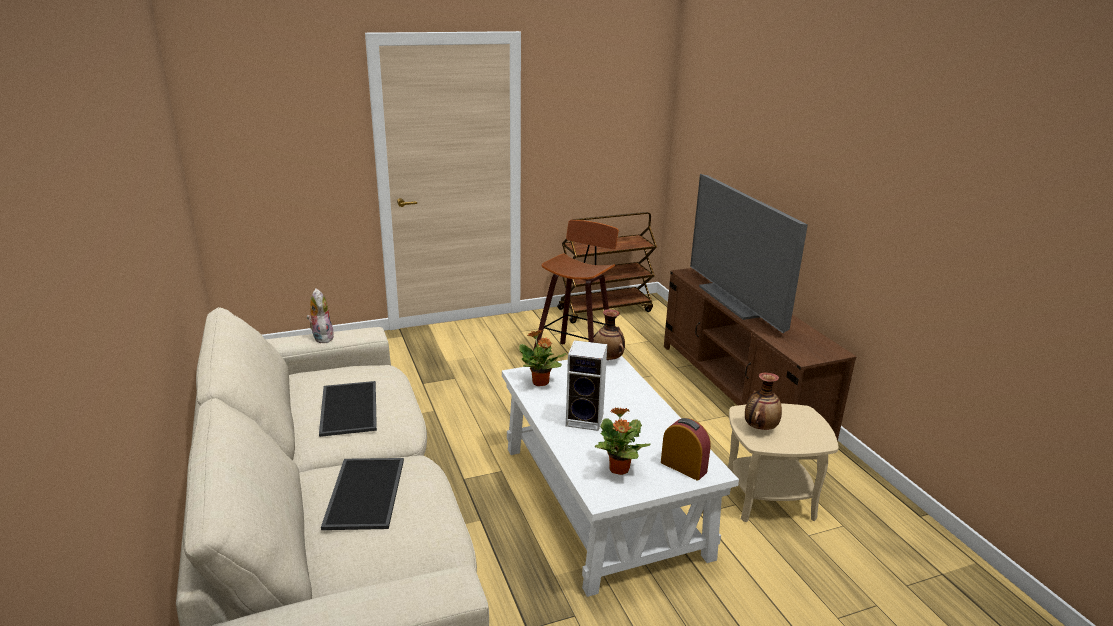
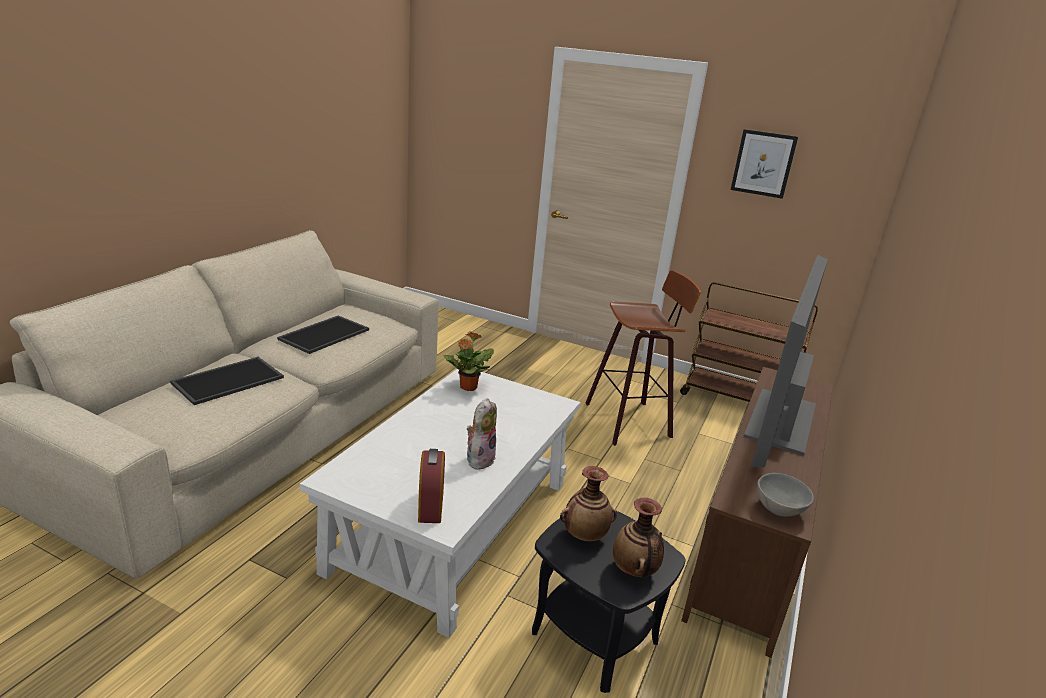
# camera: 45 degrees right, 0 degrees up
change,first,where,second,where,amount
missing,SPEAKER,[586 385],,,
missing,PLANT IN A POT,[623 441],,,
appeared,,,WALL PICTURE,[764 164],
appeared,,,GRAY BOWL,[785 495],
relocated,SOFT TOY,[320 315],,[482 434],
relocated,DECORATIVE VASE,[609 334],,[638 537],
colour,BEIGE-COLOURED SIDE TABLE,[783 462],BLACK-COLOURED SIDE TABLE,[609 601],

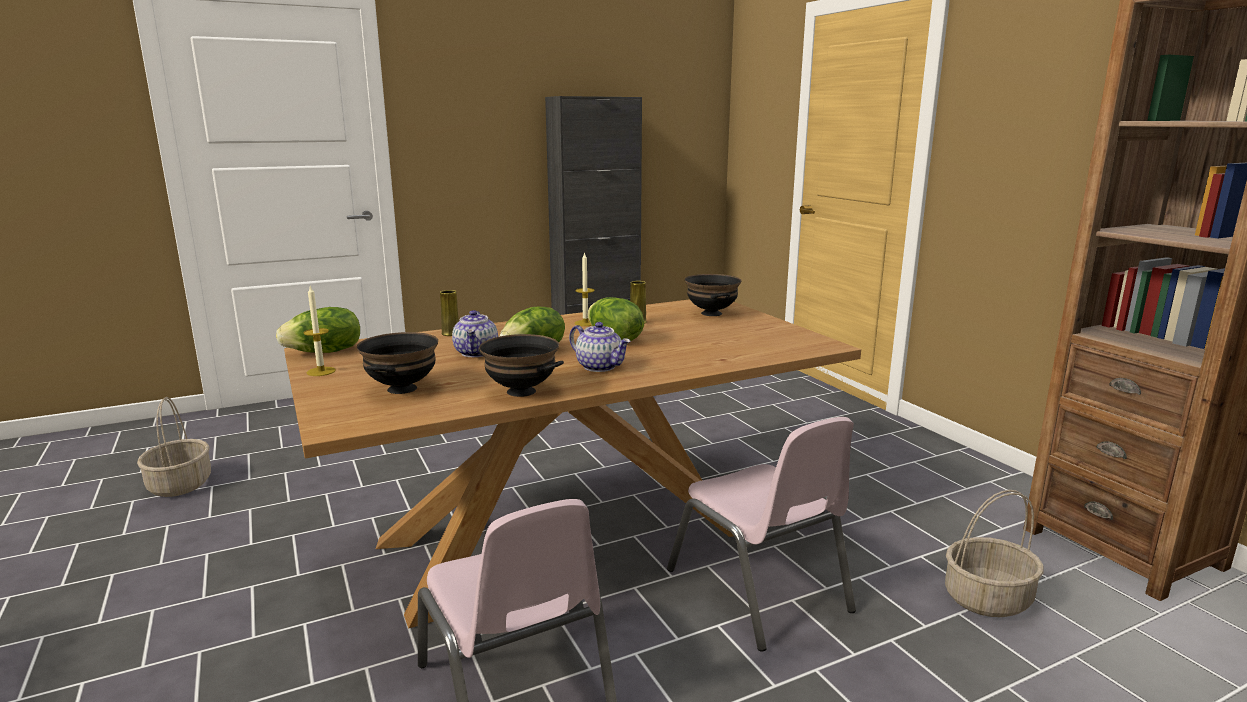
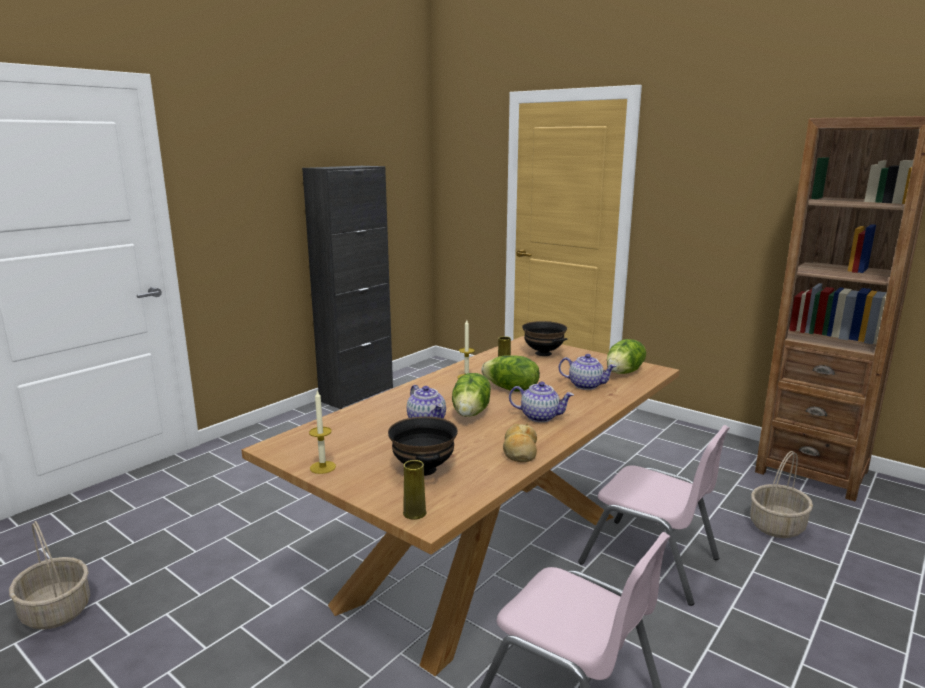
# camera: 25 degrees left, 0 degrees up
change,first,where,second,where,amount
appeared,,,TEA POT,[587 372],
relocated,LETTUCE,[318 330],,[626 356],
relocated,YELLOW DECORATIVE VASE,[449 313],,[414 490],
exchanged,BLACK-COLOURED BOWL,[521 365],BREAD,[520 442],

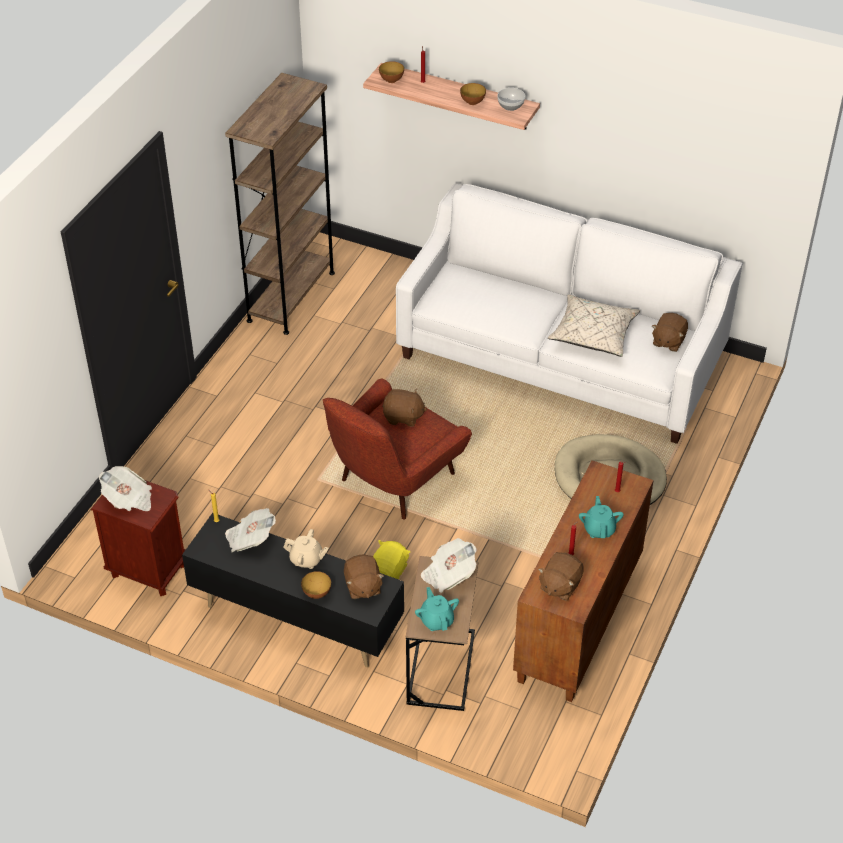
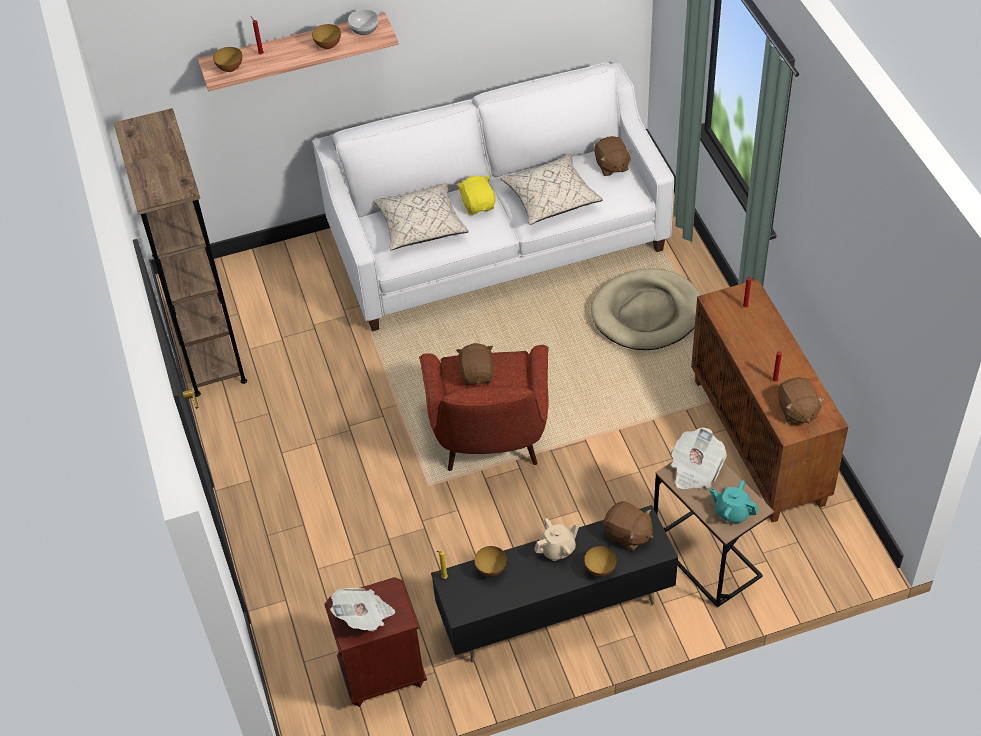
# camera: 40 degrees left, 5 degrees up
change,first,where,second,where,amount
missing,TURQUOISE TEA POT,[601 517],,,
appeared,,,BEIGE-COLOURED CUSHION,[421 216],
relocated,YELLOW SOFT TOY,[391 560],,[476 195],
exchanged,NEWSPAPER,[250 530],BOWL,[490 561],
spun,BROWN-COLOURED SOFT TOY,[404 408],,[475 364],60 degrees counterclockwise

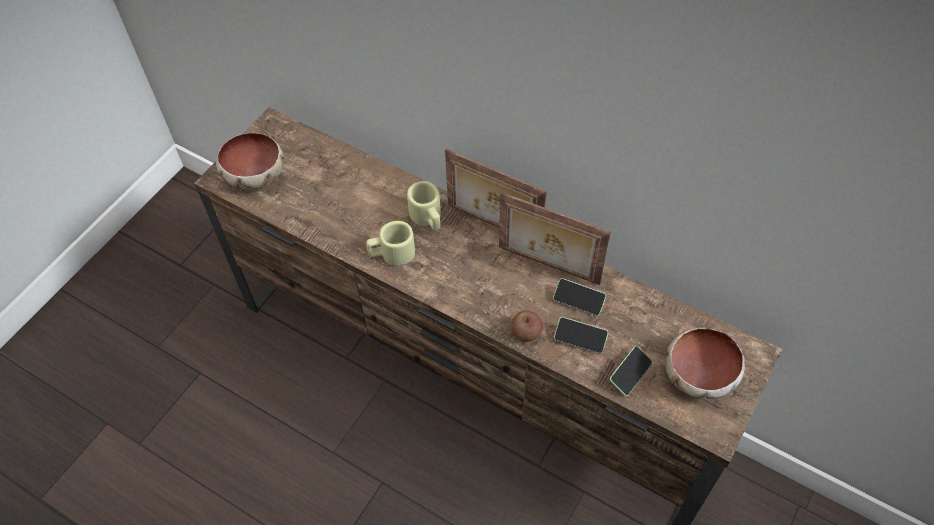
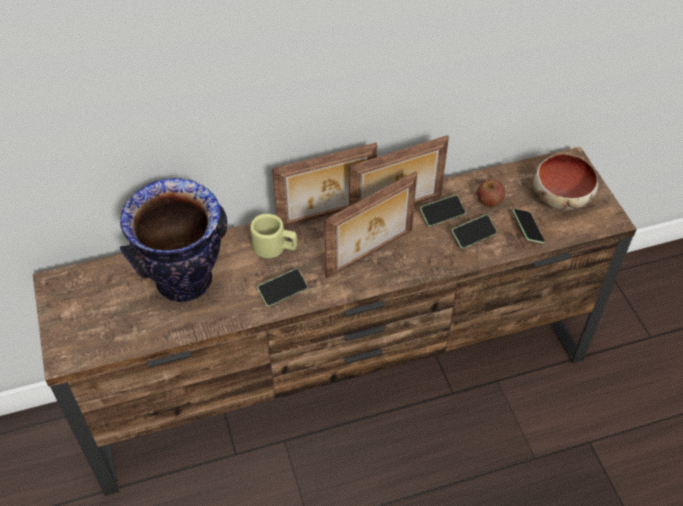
# camera: 50 degrees left, 5 degrees down
change,first,where,second,where,amount
missing,BOWL,[250 161],,,
appeared,,,DECORATIVE VASE,[173 240],
appeared,,,PHOTO FRAME,[370 224],
relocated,APPLE FRUIT,[527 326],,[491 193],
exchanged,BEIGE-COLOURED MUG,[390 243],TELEPHONE,[282 287],

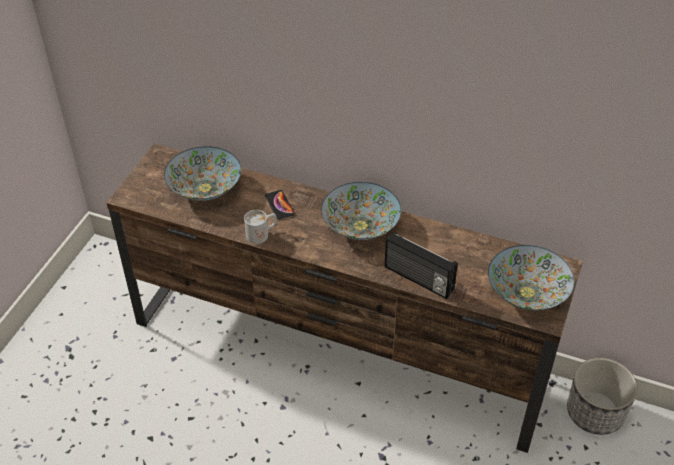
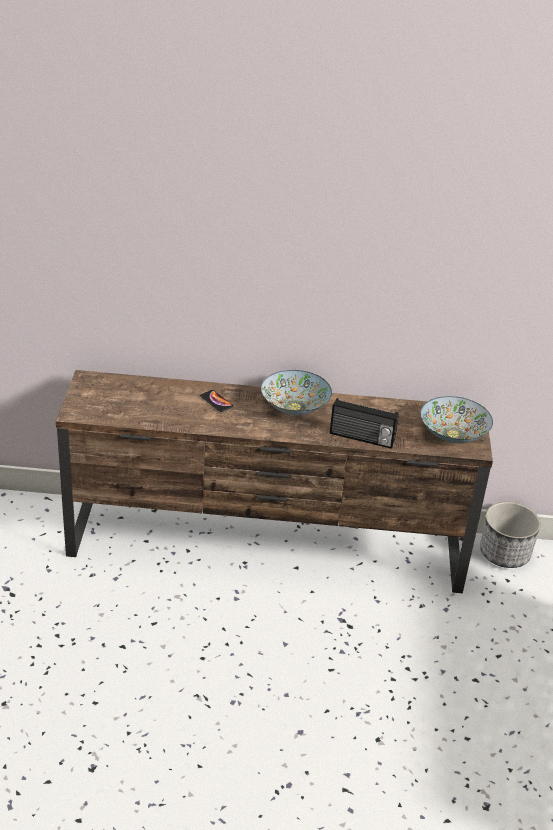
# camera: 20 degrees left, 10 degrees down
change,first,where,second,where,amount
missing,BOWL,[202 173],,,
missing,WHITISH MUG,[260 227],,,

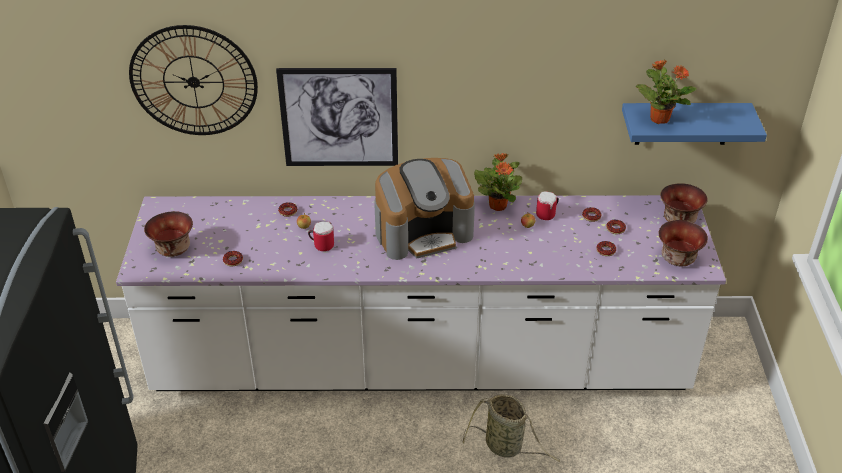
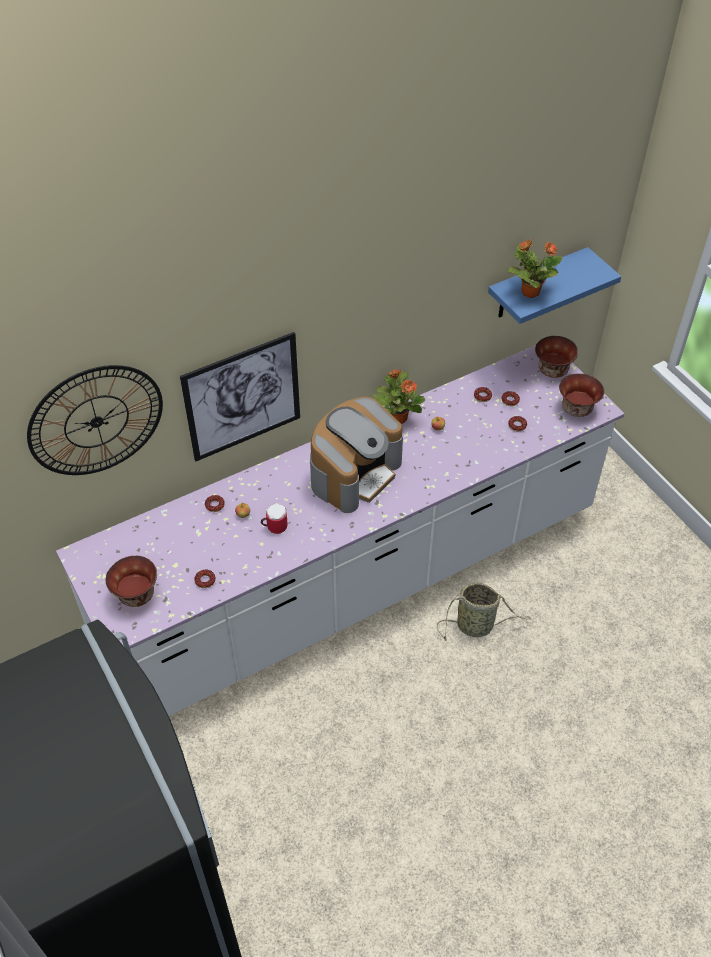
# camera: 30 degrees left, 10 degrees up
change,first,where,second,where,amount
missing,MUG,[547 205],,,

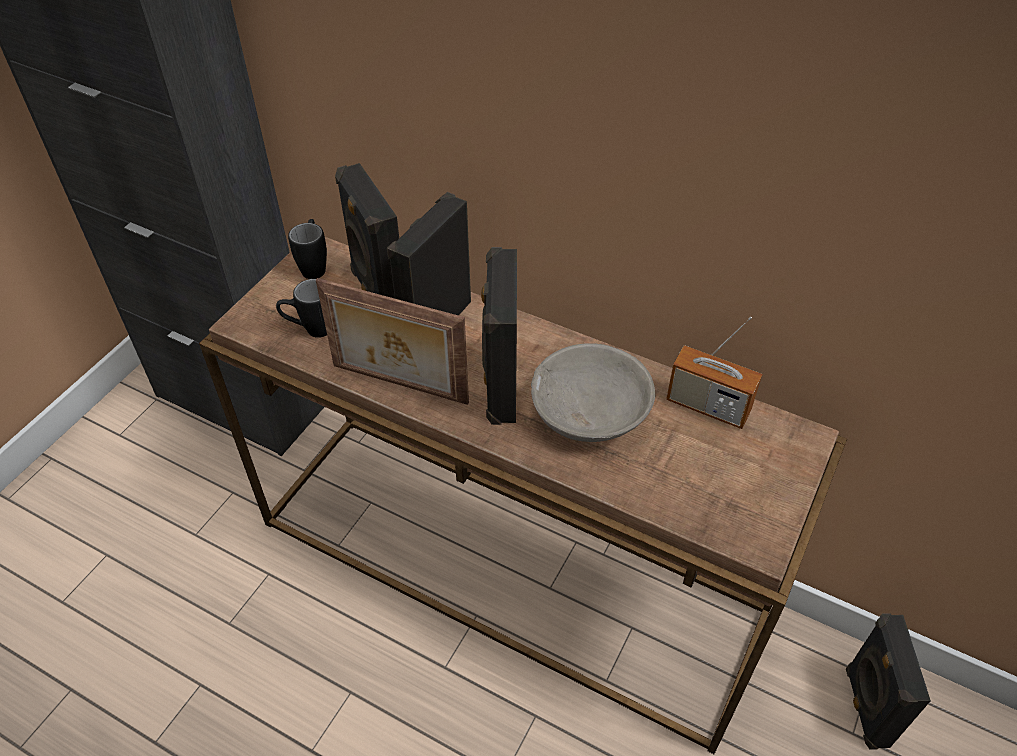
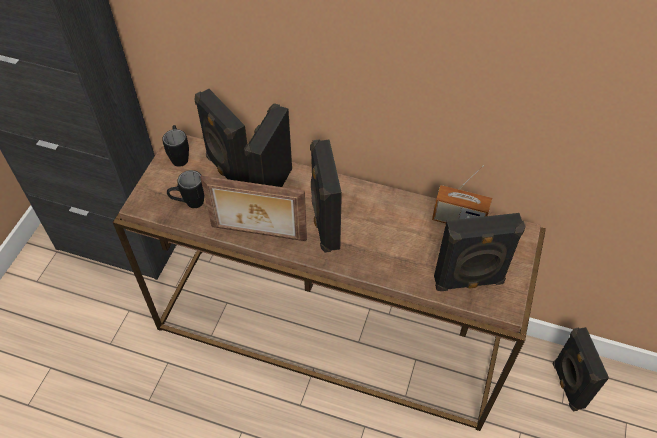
# camera: 10 degrees left, 5 degrees up
change,first,where,second,where,amount
missing,GRAY BOWL,[593 392],,,
appeared,,,BLACK-COLOURED SPEAKER,[480 252],

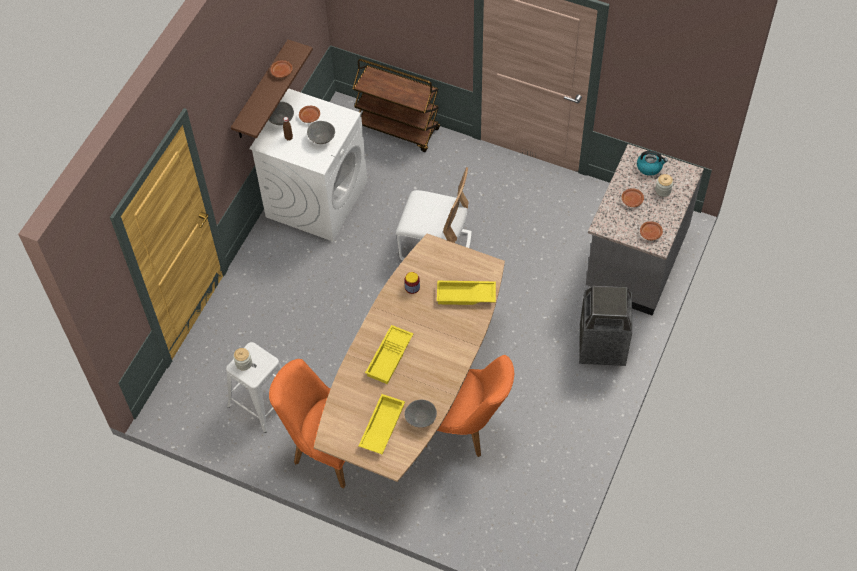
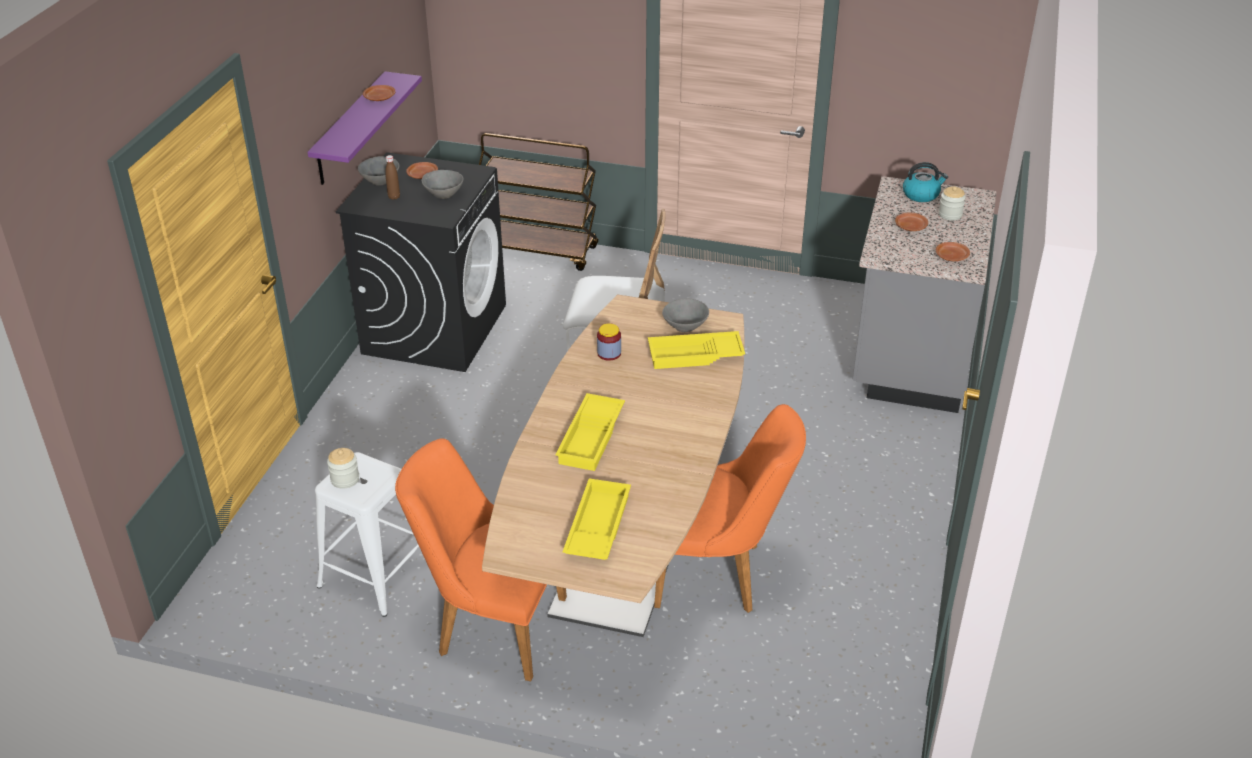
# camera: 10 degrees left, 20 degrees down
change,first,where,second,where,amount
missing,RUBBISH BIN,[605 326],,,
relocated,GRAY BOWL,[420 414],,[685 315],
colour,BROWN-COLOURED WALL SHELF,[272 89],PURPLE-COLOURED WALL SHELF,[364 128],
colour,WHITISH LAUNDRY MACHINE,[308 164],BLACK-COLOURED LAUNDRY MACHINE,[420 262],

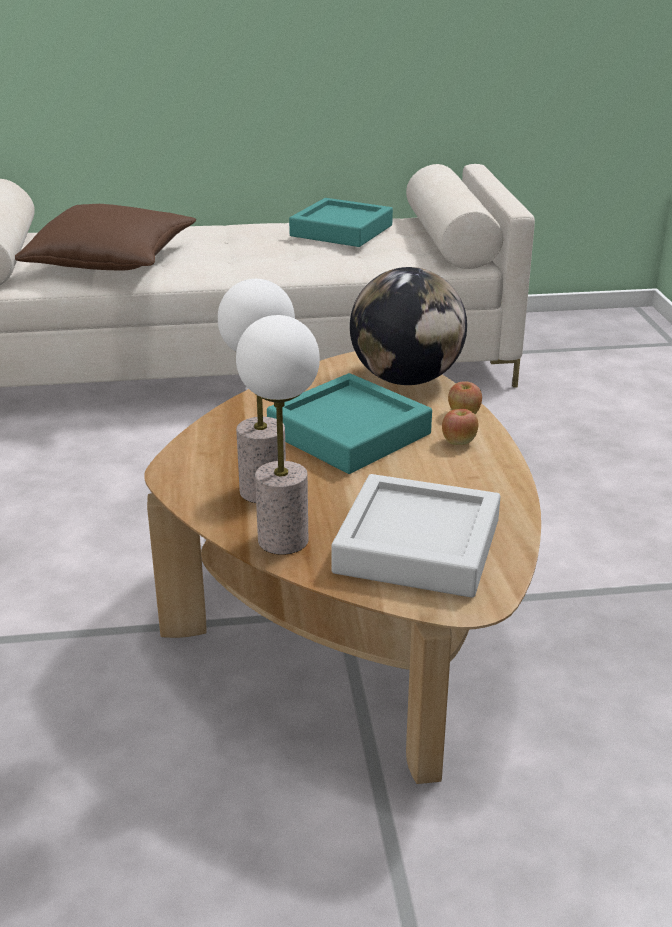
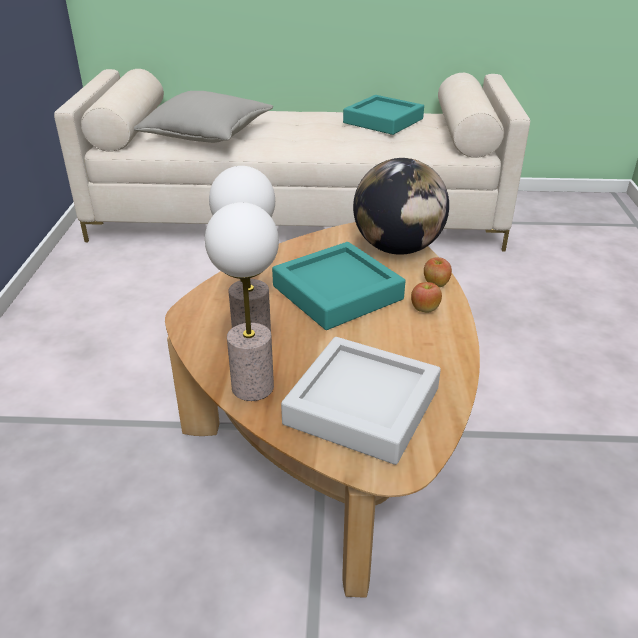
# camera: 10 degrees right, 5 degrees up
change,first,where,second,where,amount
colour,BROWN-COLOURED CUSHION,[105 237],GRAY CUSHION,[203 117],

